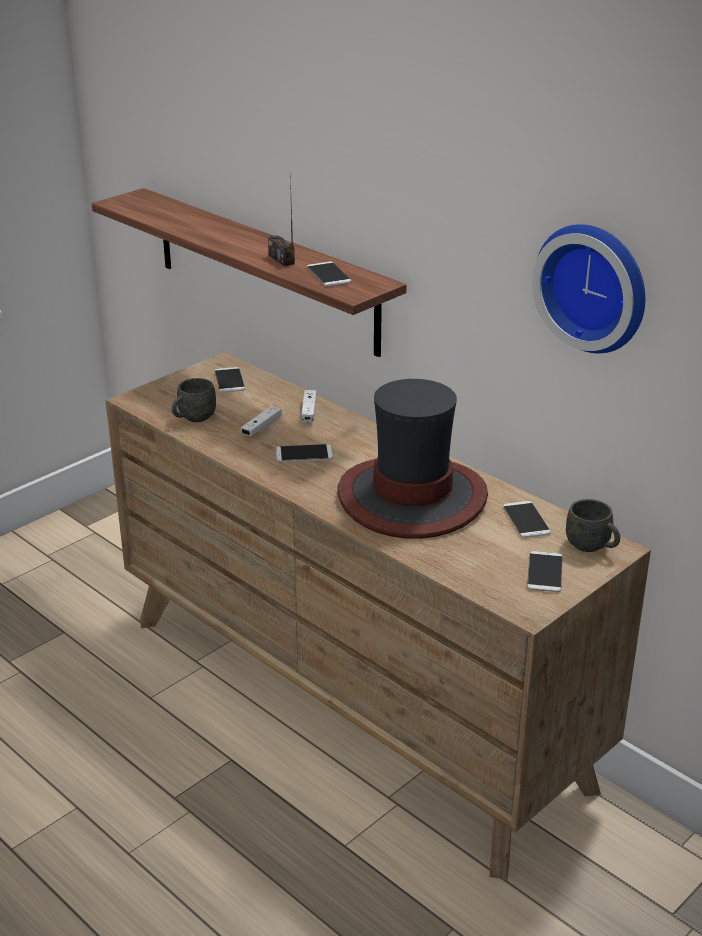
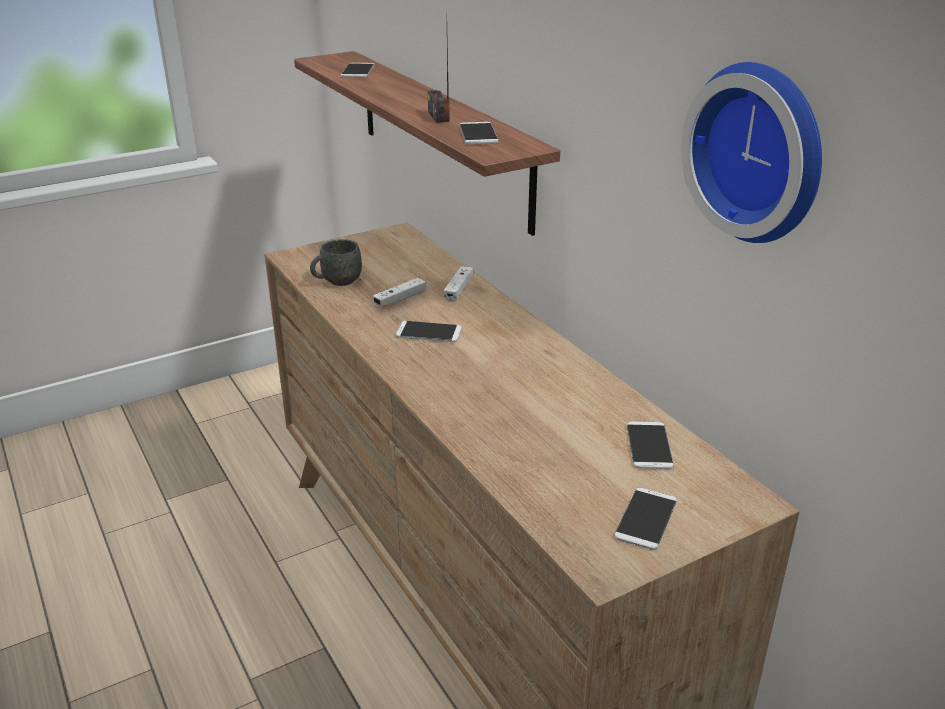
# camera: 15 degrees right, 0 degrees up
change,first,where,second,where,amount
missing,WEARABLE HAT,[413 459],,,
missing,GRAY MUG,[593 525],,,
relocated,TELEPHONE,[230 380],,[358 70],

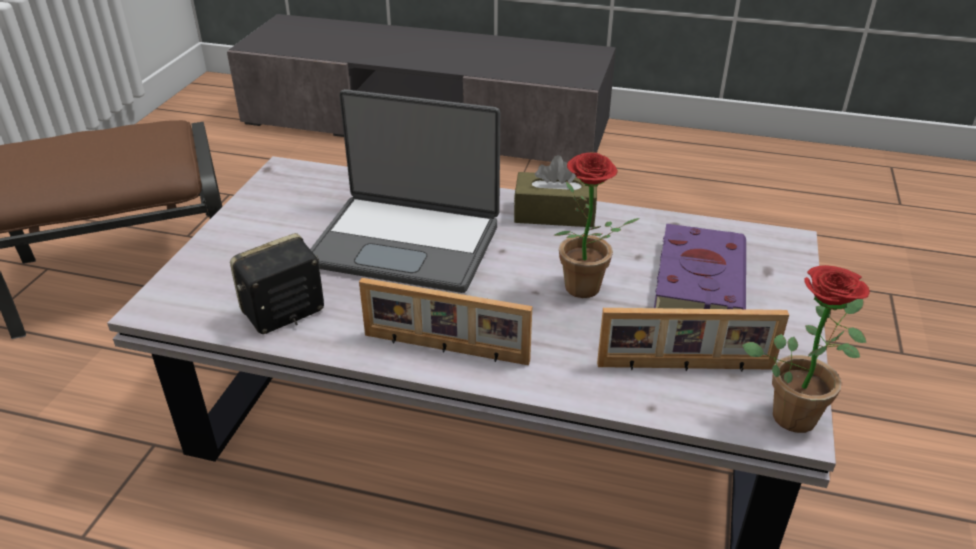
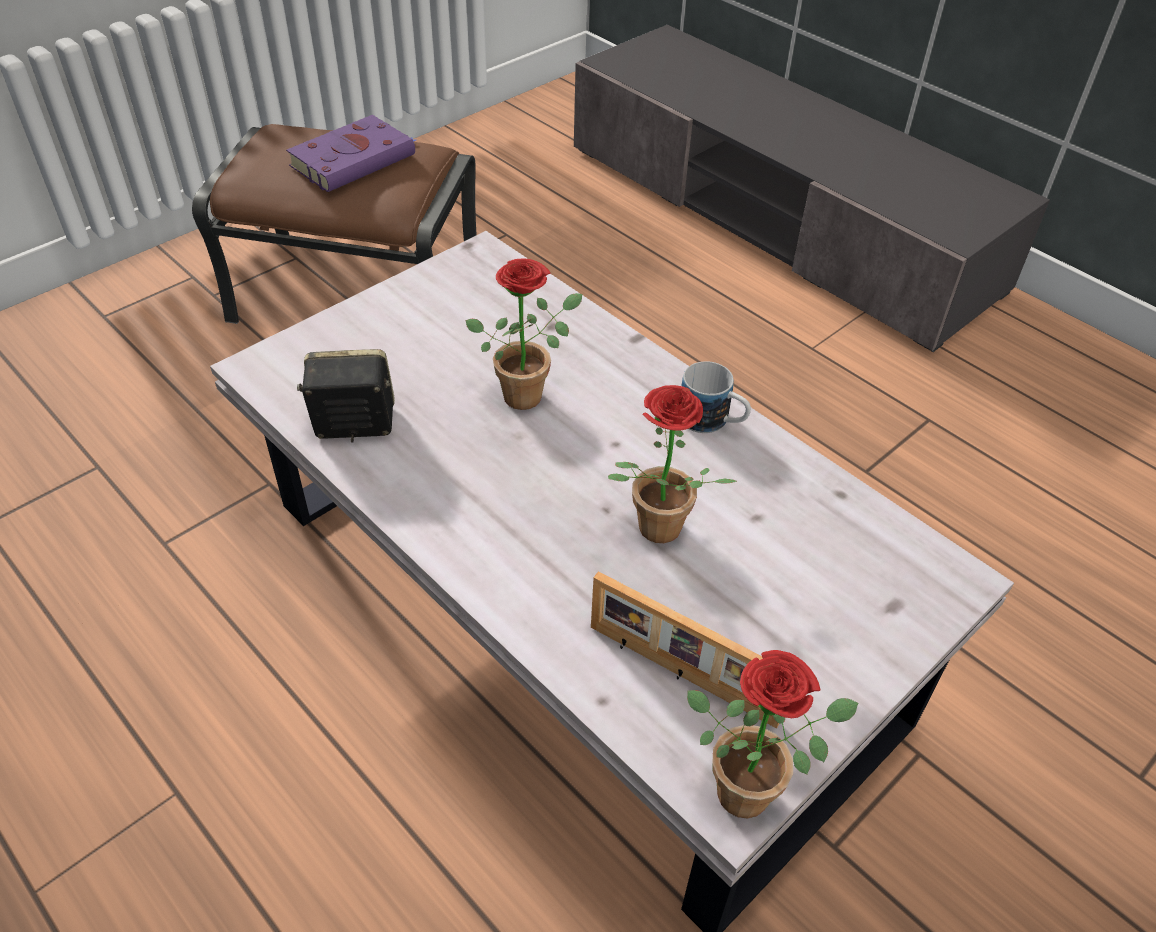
# camera: 30 degrees right, 10 degrees up
change,first,where,second,where,amount
missing,PHOTO FRAME,[445 321],,,
relocated,PURPLE-COLOURED BOOK,[700 266],,[351 153],
exchanged,PORTABLE COMPUTER,[405 191],PLANT IN A POT,[523 334],
exchanged,BROWN-COLOURED TISSUE BOX,[555 191],MUG,[716 397],

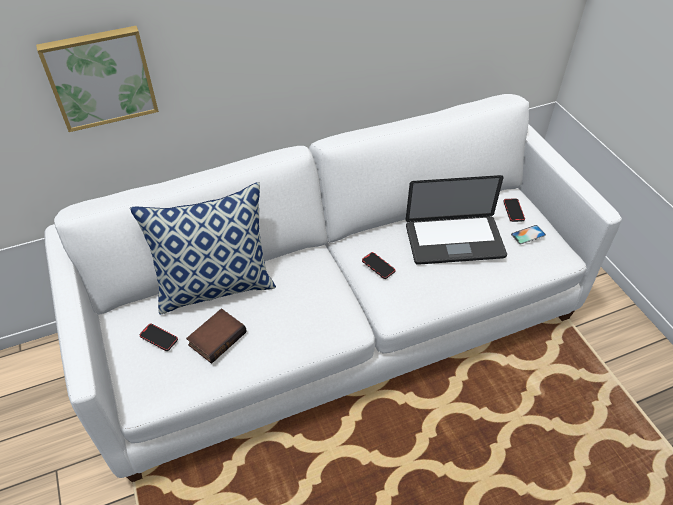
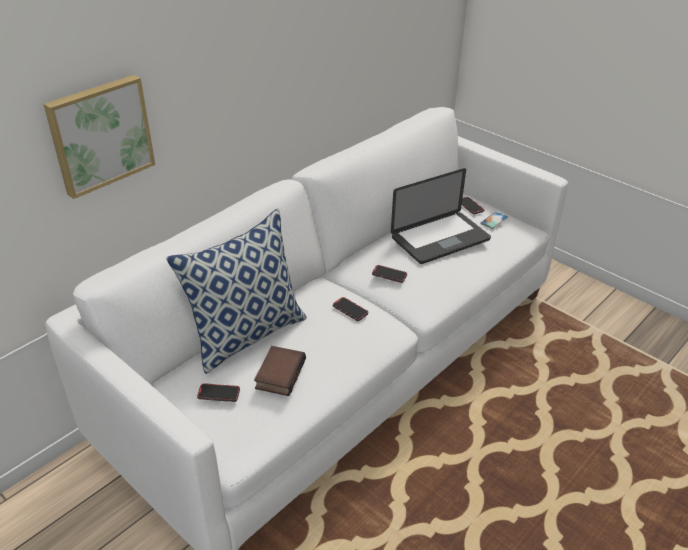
# camera: 25 degrees left, 10 degrees down
change,first,where,second,where,amount
appeared,,,TELEPHONE,[350 309],

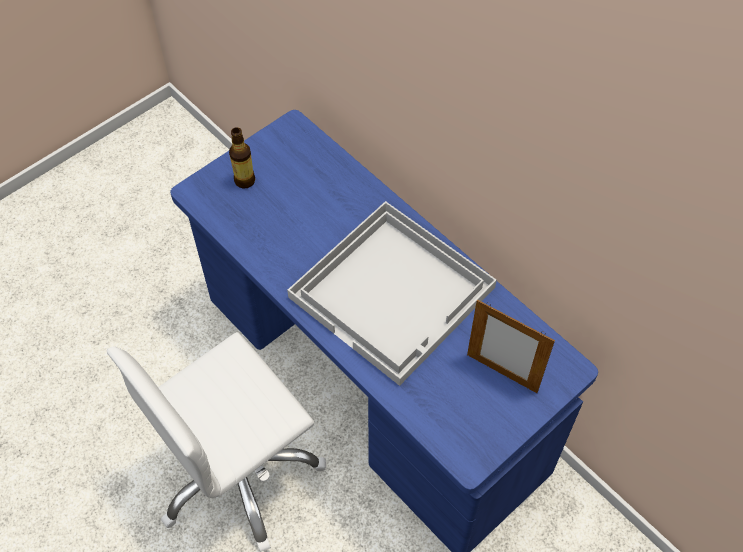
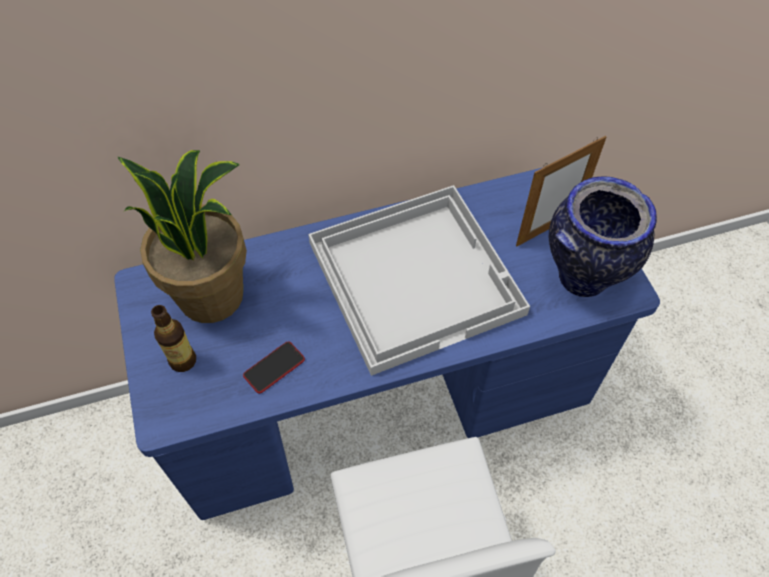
# camera: 65 degrees left, 0 degrees up
change,first,where,second,where,amount
appeared,,,PLANT IN A POT,[182 236],
appeared,,,TELEPHONE,[274 367],
appeared,,,DECORATIVE VASE,[603 236],

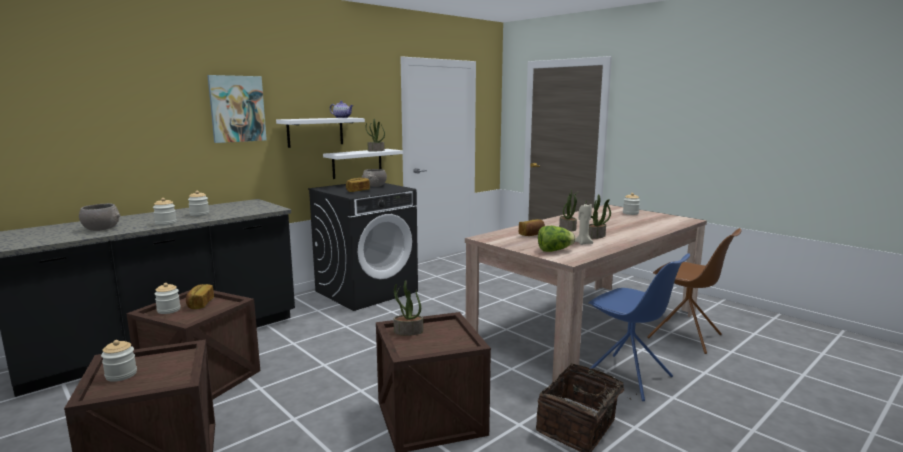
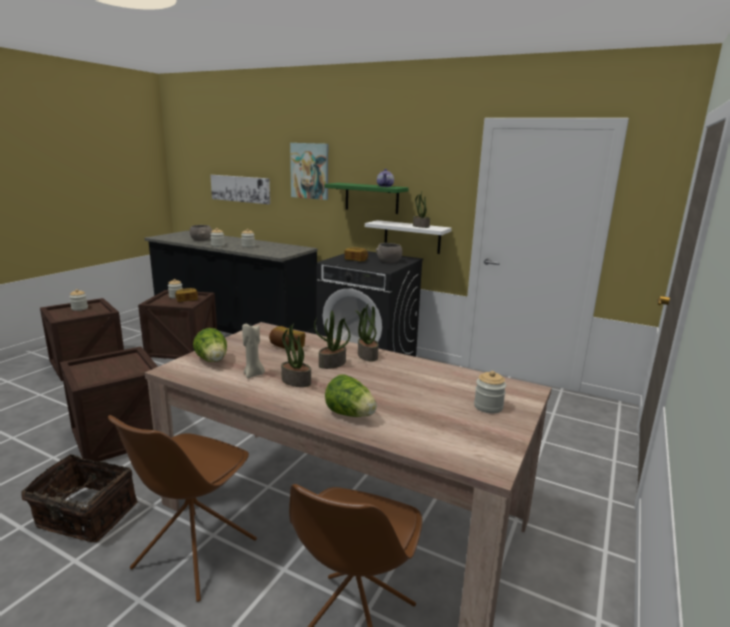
# camera: 70 degrees right, 5 degrees up
change,first,where,second,where,amount
appeared,,,WALL PICTURE,[240 189],
appeared,,,LETTUCE,[351 395],
relocated,PLANT IN A POT,[408 308],,[367 333],
colour,WHITISH WALL SHELF,[320 133],GREEN-COLOURED WALL SHELF,[366 198],
colour,BLUE PLAIN CHAIR,[639 327],BROWN-COLOURED PLAIN CHAIR,[182 508],

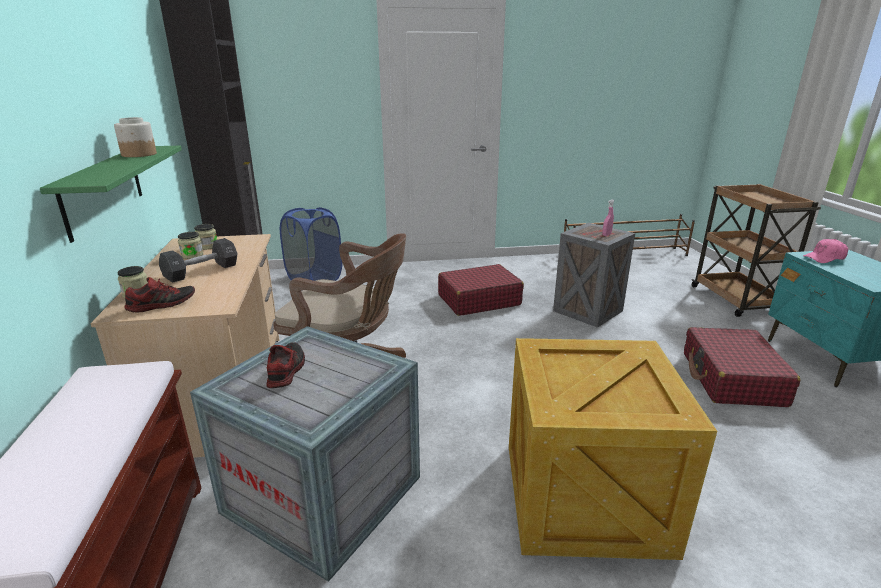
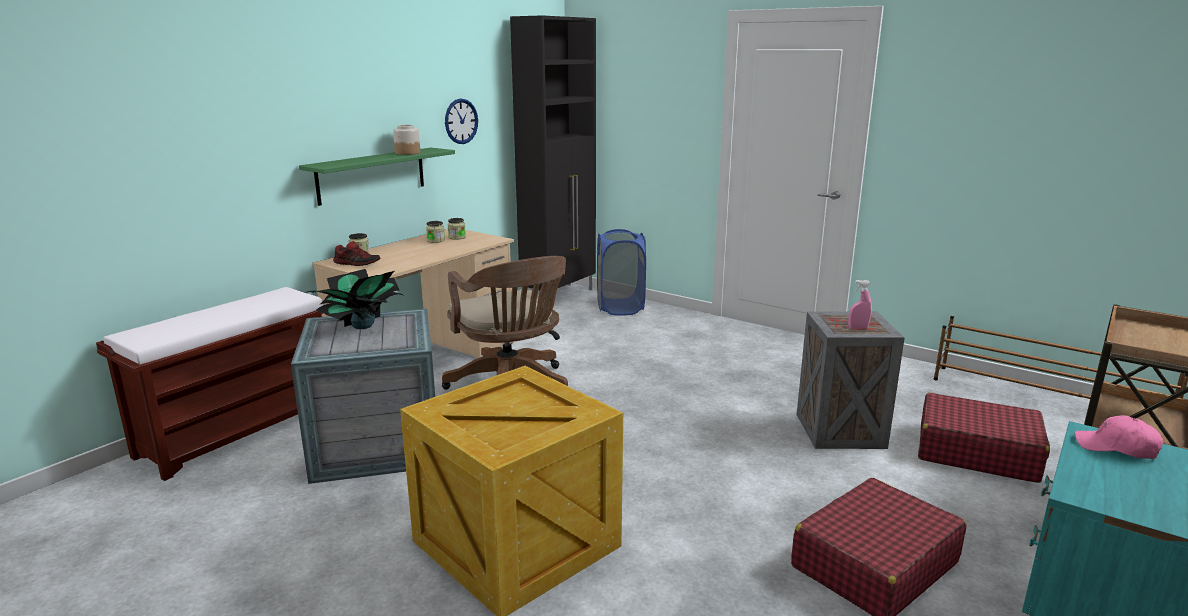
# camera: 45 degrees right, 5 degrees down
change,first,where,second,where,amount
missing,BLACK-COLOURED HAND WEIGHT,[198 260],,,
appeared,,,HANGING CLOCK,[461 121],
relocated,RED-COLOURED TRAVEL CASE,[481 290],,[984 438],
exchanged,SHOE,[285 365],PLANT IN A POT,[354 299],

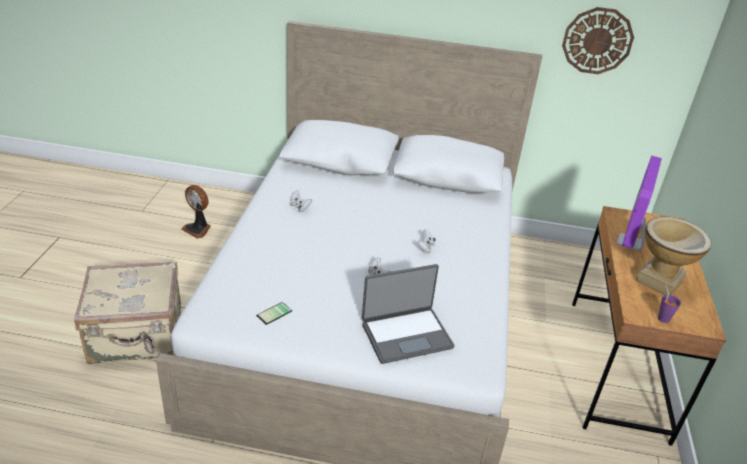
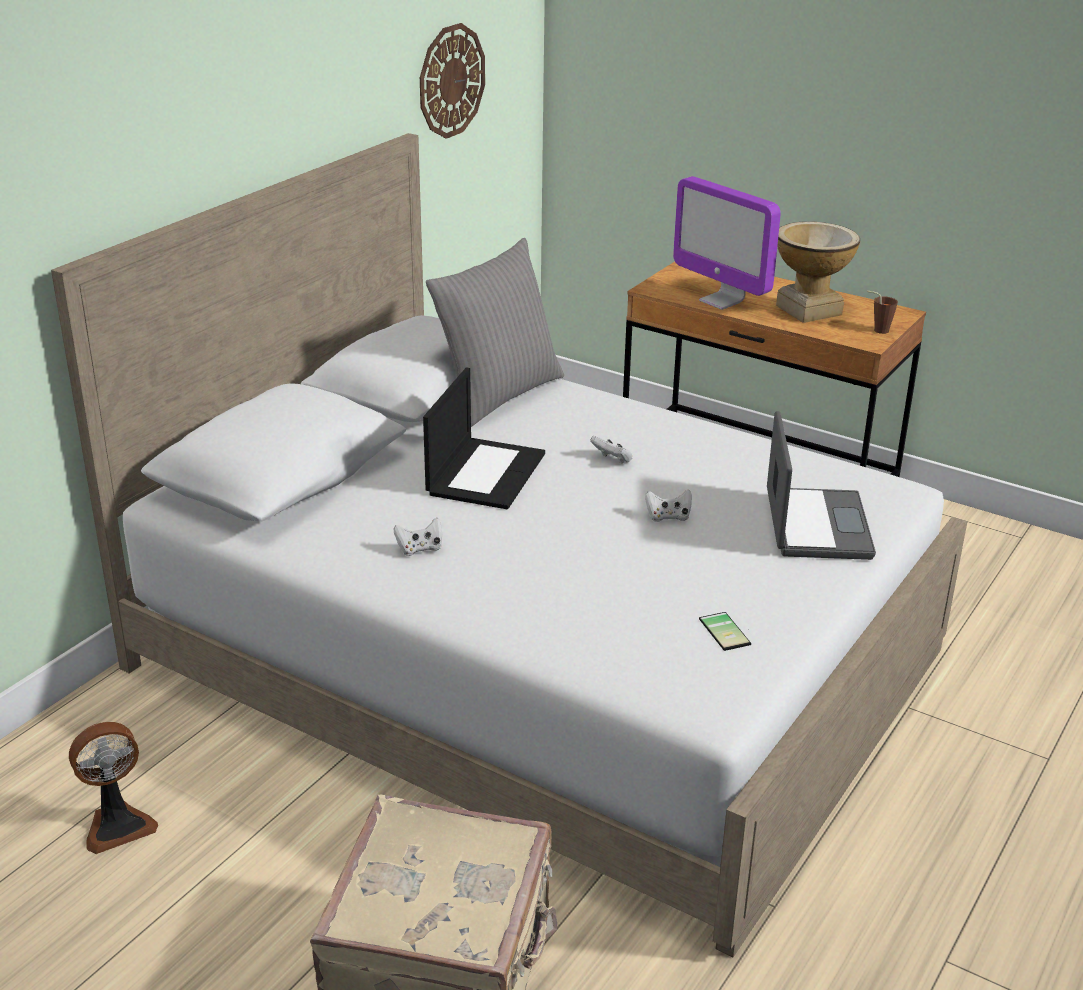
# camera: 65 degrees left, 5 degrees down
change,first,where,second,where,amount
appeared,,,PORTABLE COMPUTER,[484 438],
appeared,,,GRAY CUSHION,[495 332],
colour,PURPLE-COLOURED DRINKING CUP,[669 304],BROWN-COLOURED DRINKING CUP,[882 312],

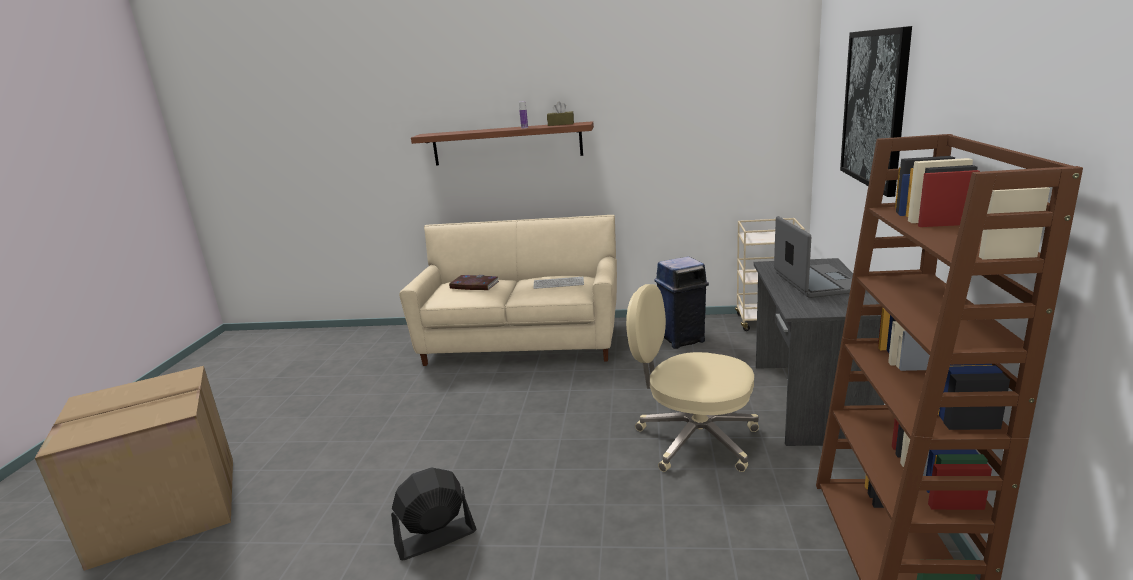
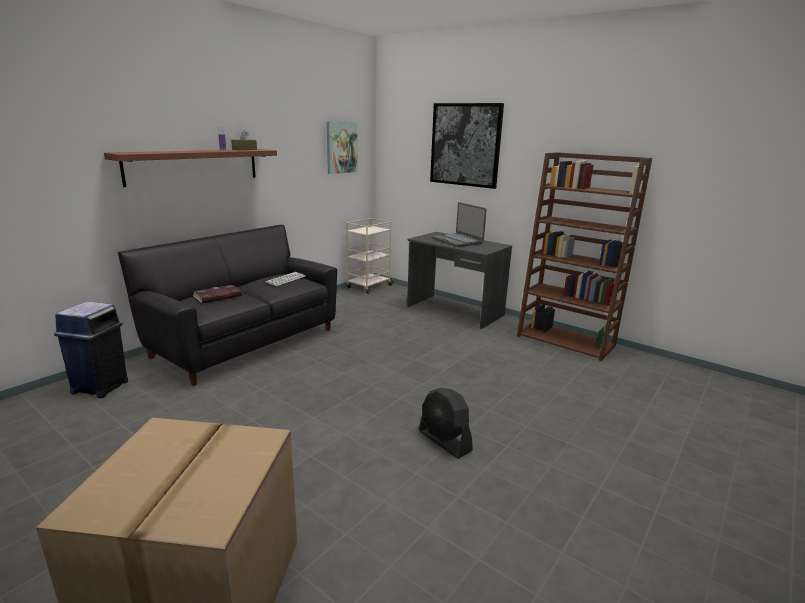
# camera: 60 degrees left, 0 degrees up
change,first,where,second,where,amount
missing,BEIGE-COLOURED OFFICE CHAIR,[692 378],,,
appeared,,,WALL PICTURE,[342 147],
relocated,BLUE RUBBISH BIN,[681 303],,[91 349],
colour,BEIGE-COLOURED SOFA,[508 290],BLACK-COLOURED SOFA,[227 305],
spun,BLACK-COLOURED FAN,[434 513],,[446 423],45 degrees counterclockwise
spun,PORTABLE COMPUTER,[813 257],,[459 224],150 degrees counterclockwise

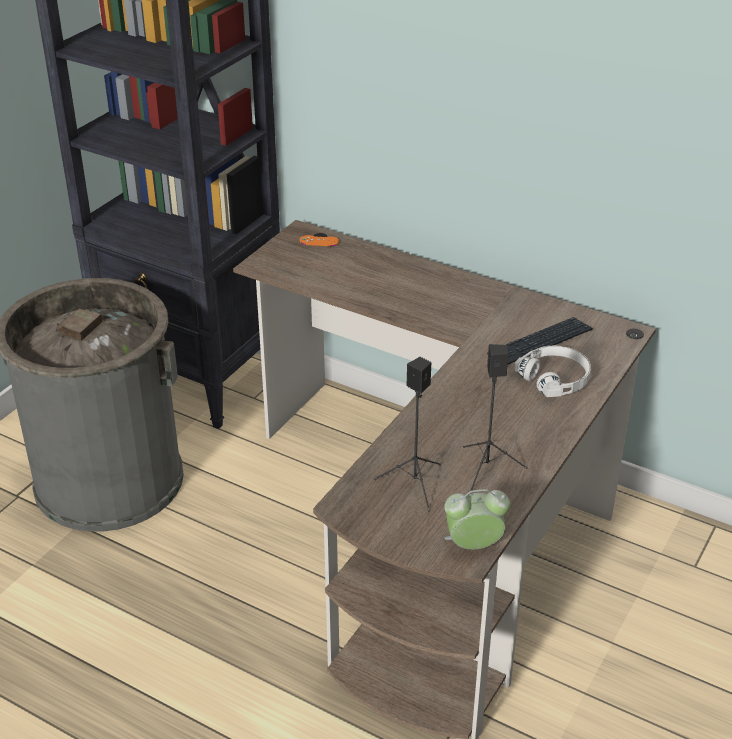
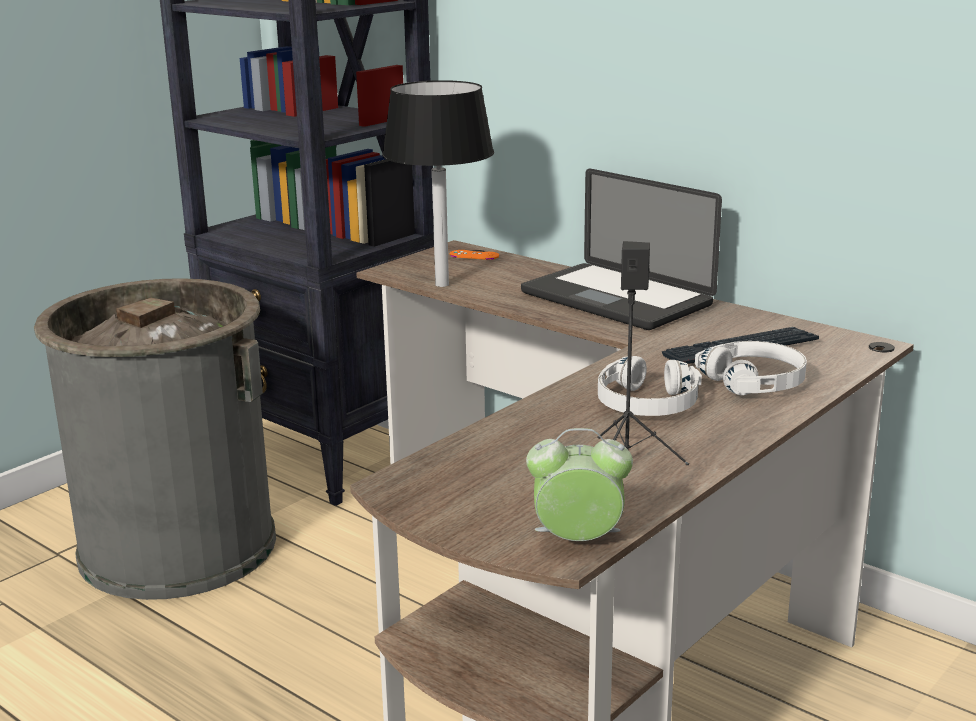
# camera: 10 degrees right, 15 degrees down
change,first,where,second,where,amount
missing,BLACK-COLOURED SPEAKER,[407 434],,,
appeared,,,BLACK-COLOURED TABLETOP LAMP,[438 183],
appeared,,,PORTABLE COMPUTER,[621 249],
appeared,,,WHITISH PAIR OF HEADPHONES,[650 386],

